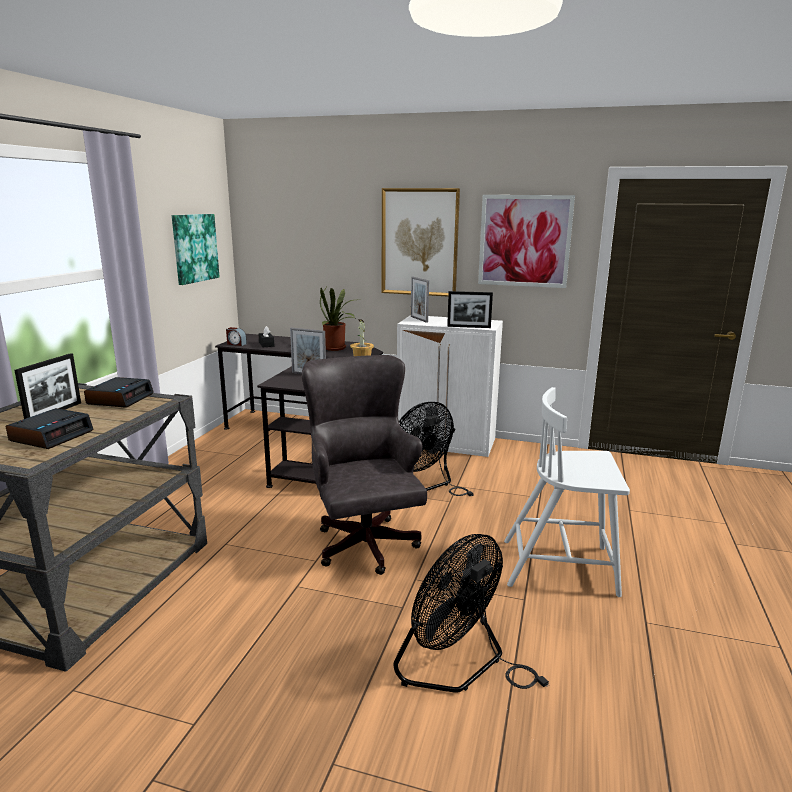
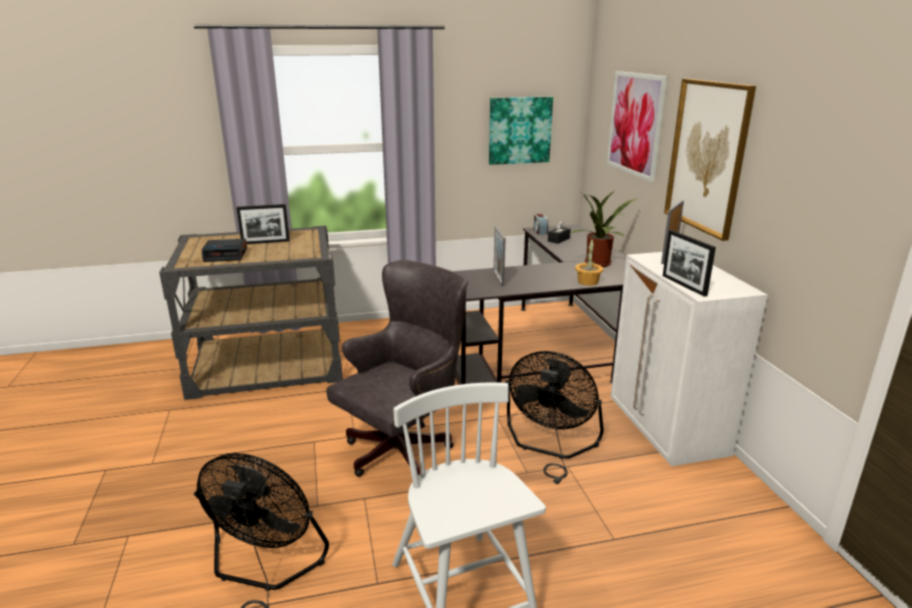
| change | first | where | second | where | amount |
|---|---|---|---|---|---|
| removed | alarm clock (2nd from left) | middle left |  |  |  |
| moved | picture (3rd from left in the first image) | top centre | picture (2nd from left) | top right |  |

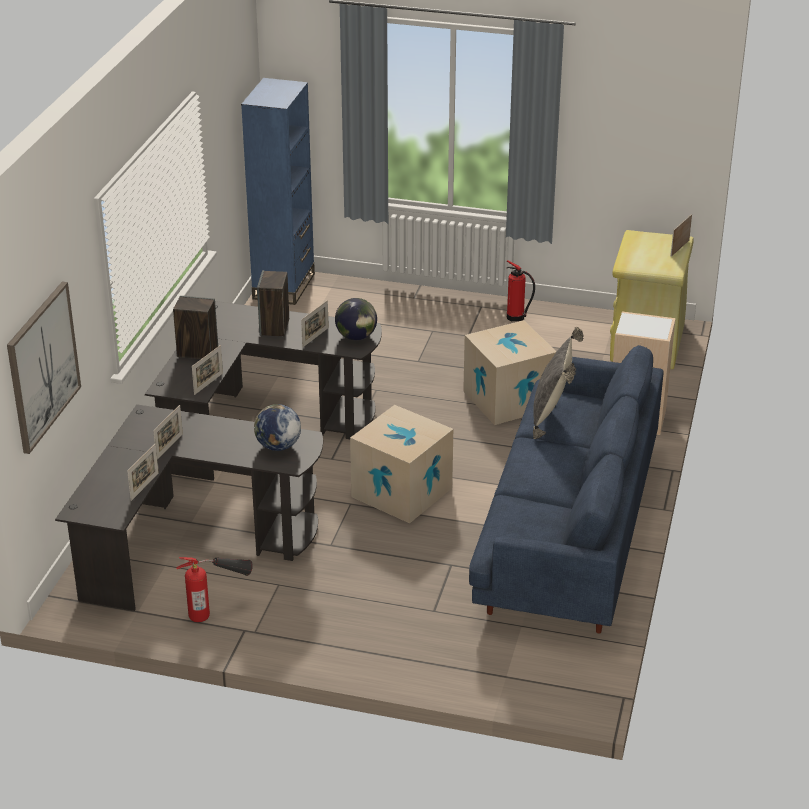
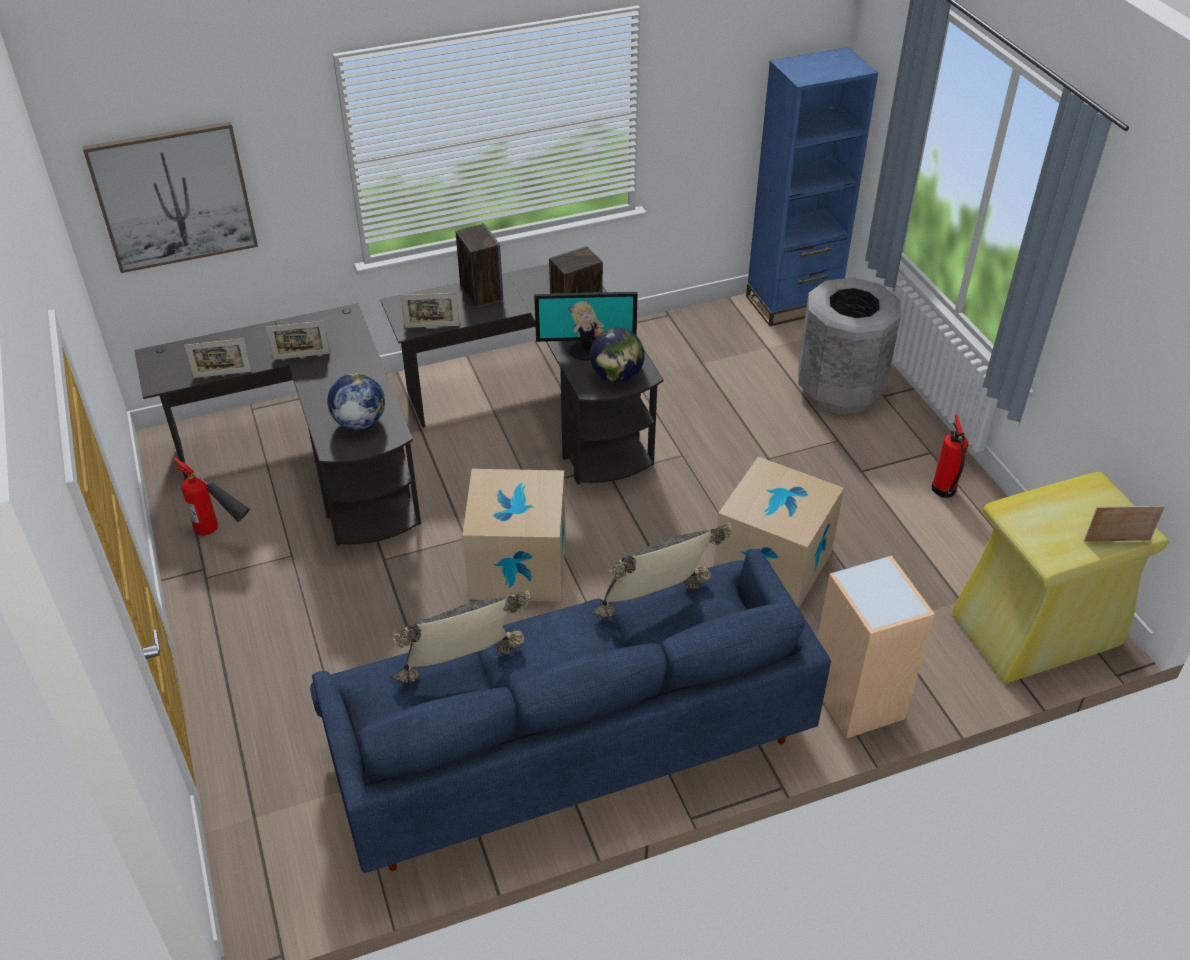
| change | first | where | second | where | amount |
|---|---|---|---|---|---|
| replaced | picture frame (4th from left) | centre | monitor | centre |  |
| added |  |  | pillow (1st from left) | centre |  |
| added |  |  | grey trash can | middle right |  |

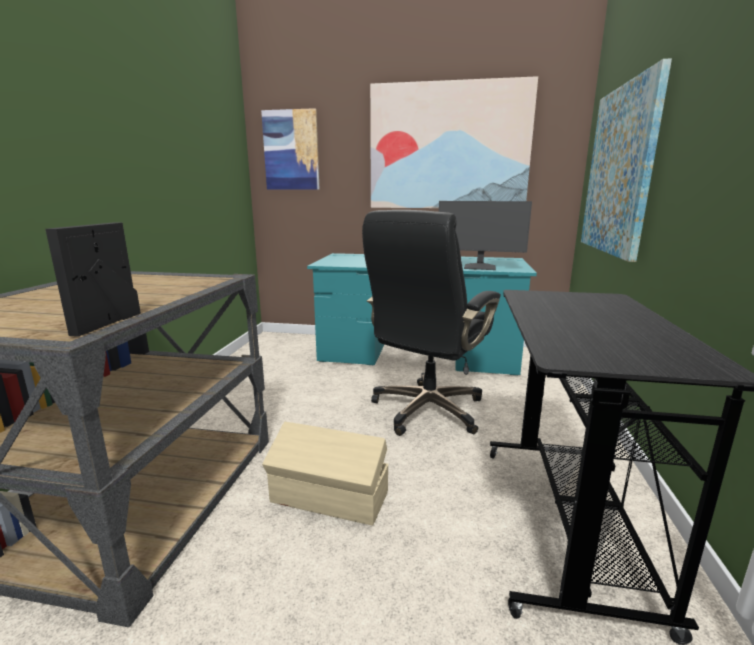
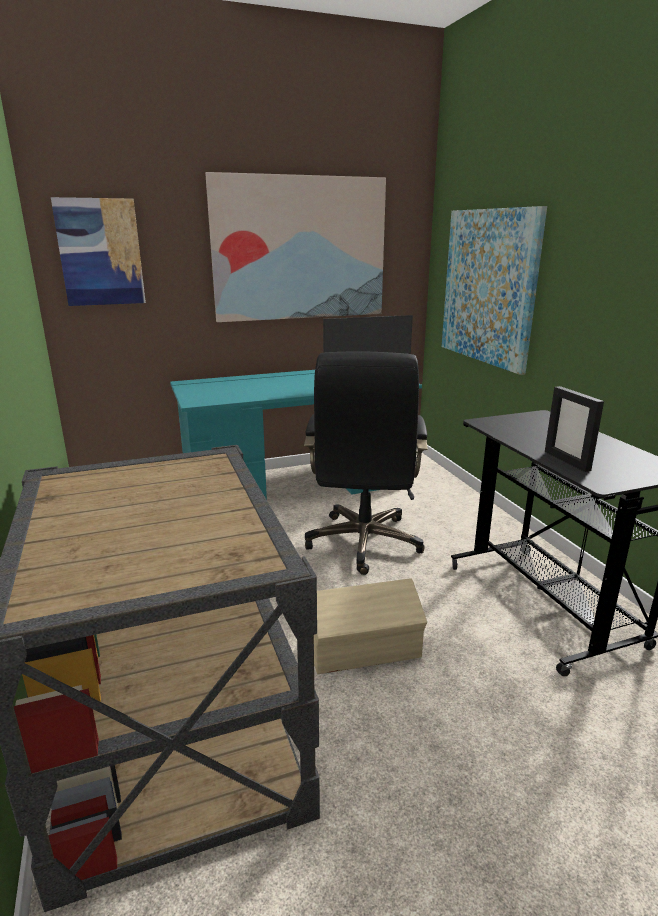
| change | first | where | second | where | amount |
|---|---|---|---|---|---|
| moved | picture frame | middle left |  | middle right |  |

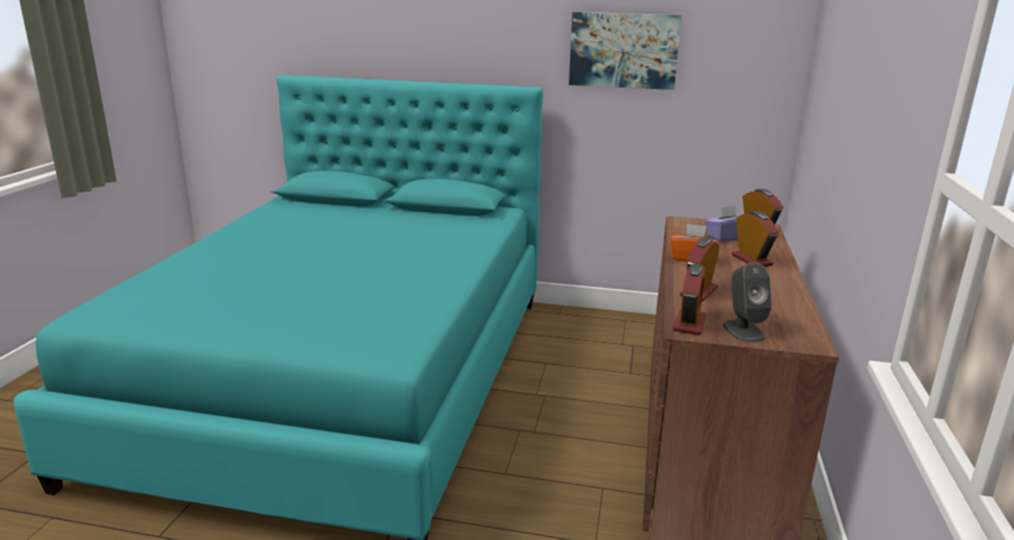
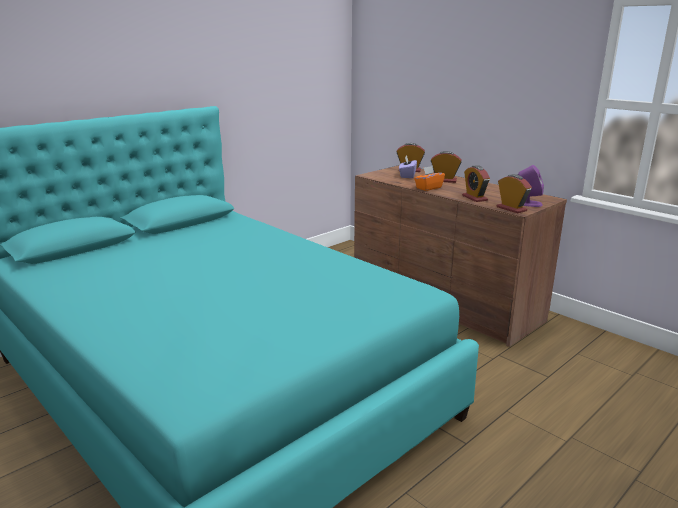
| change | first | where | second | where | amount |
|---|---|---|---|---|---|
| removed | picture | top centre |  |  |  |
| recoloured | grey speaker | middle right | purple speaker | middle right |  |

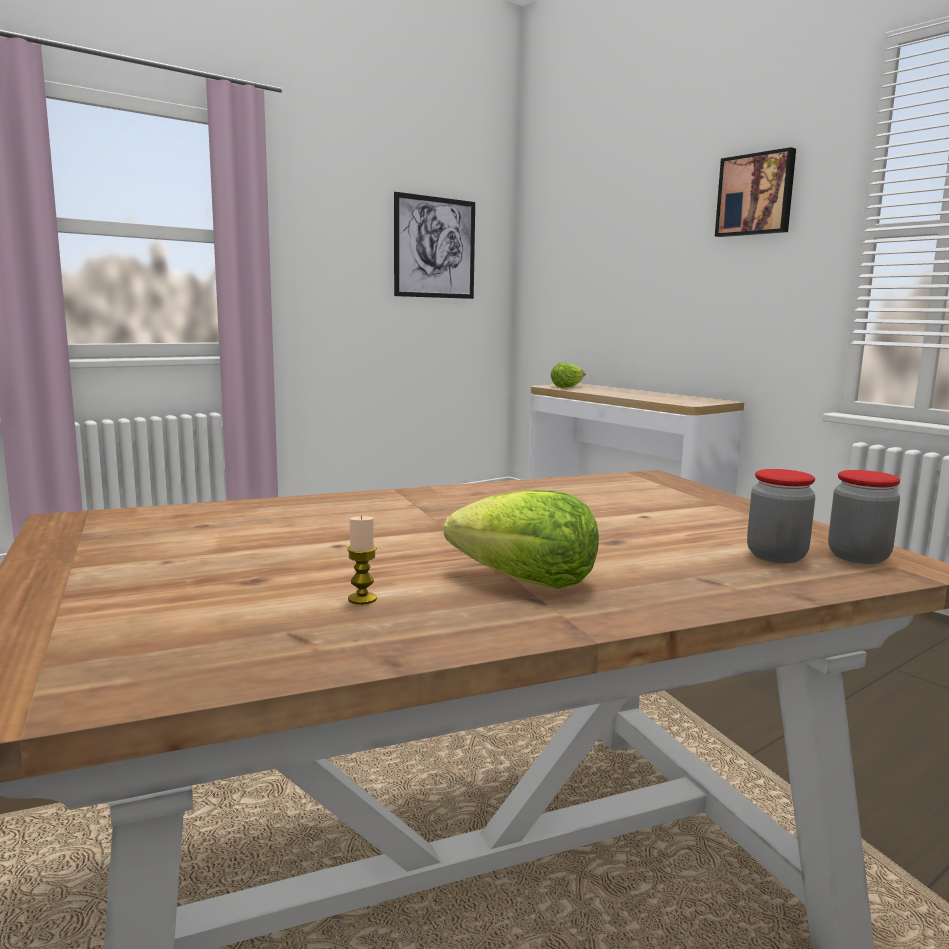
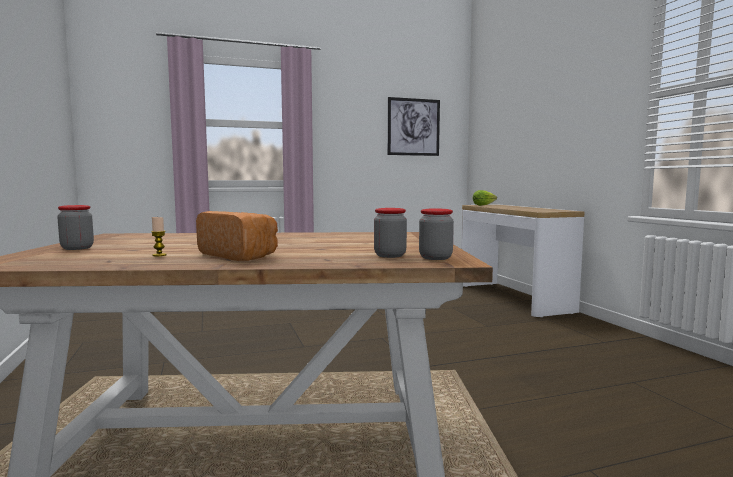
| change | first | where | second | where | amount |
|---|---|---|---|---|---|
| replaced | lettuce (1st from left) | centre | bread | middle left |  |
| removed | picture (2nd from left) | top right |  |  |  |
| added |  |  | jar (1st from left) | middle left |  |

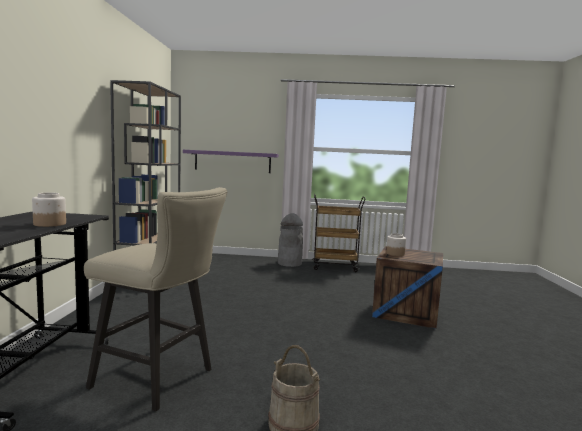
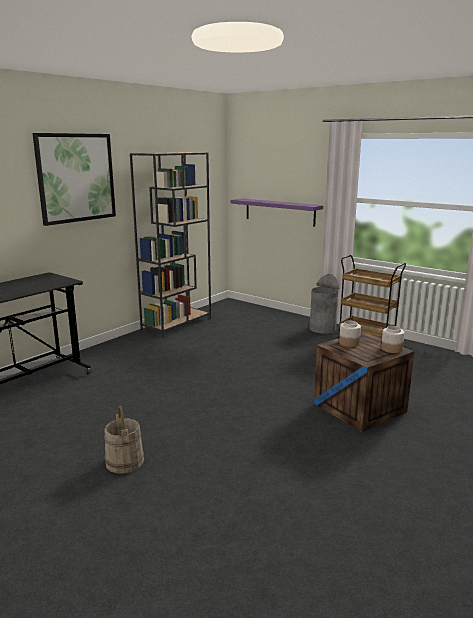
| change | first | where | second | where | amount |
|---|---|---|---|---|---|
| moved | jar (1st from left in the first image) | middle left | jar (2nd from left) | middle right |  |
| removed | beige stool | bottom left |  |  |  |
| added |  |  | picture | top left |  |

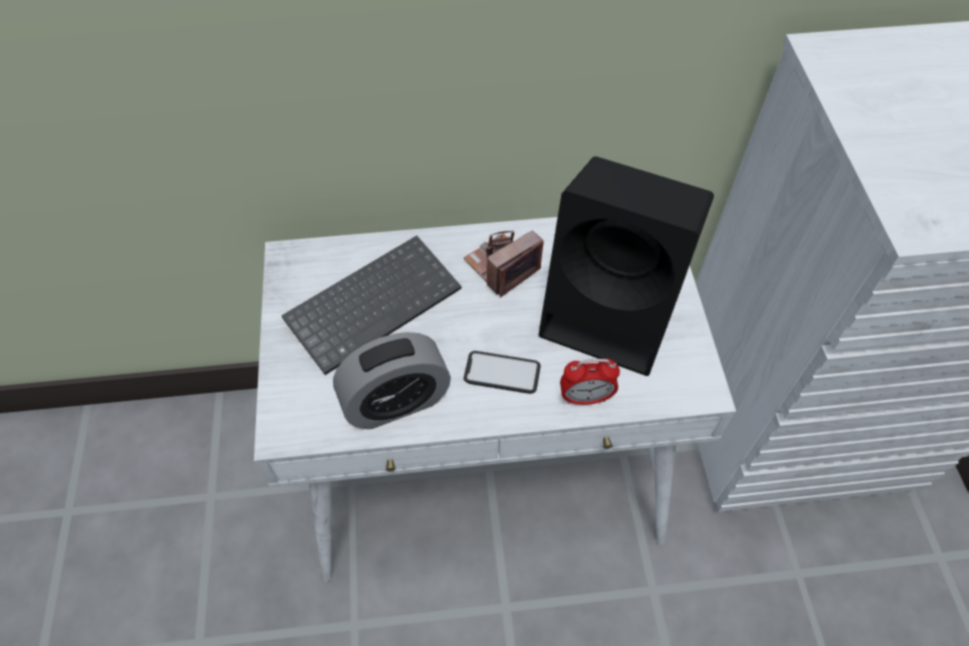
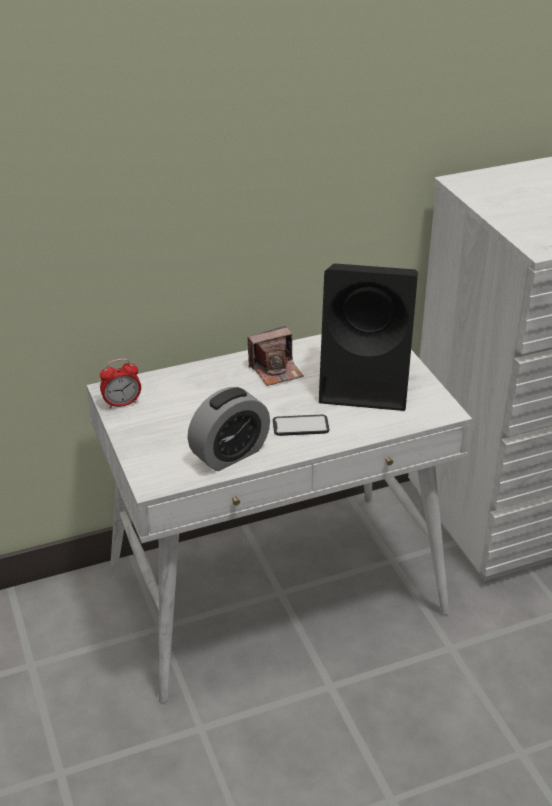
| change | first | where | second | where | amount |
|---|---|---|---|---|---|
| removed | keyboard | centre |  |  |  |
| turned | photo camera | centre |  | centre | 150 degrees counterclockwise |
| moved | alarm clock (2nd from left in the first image) | centre | alarm clock (1st from left) | middle left |  |

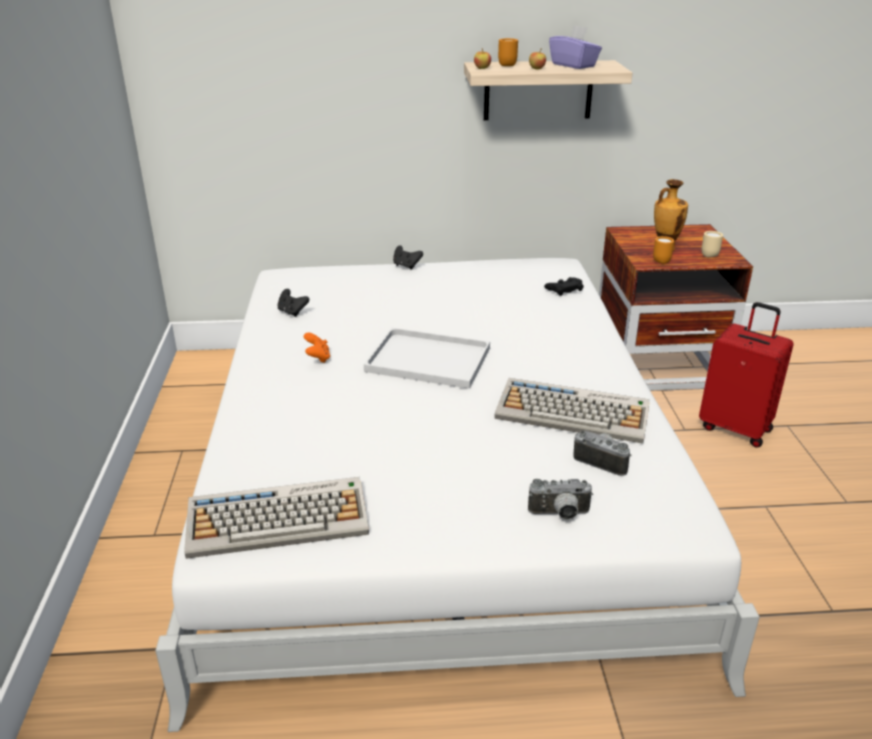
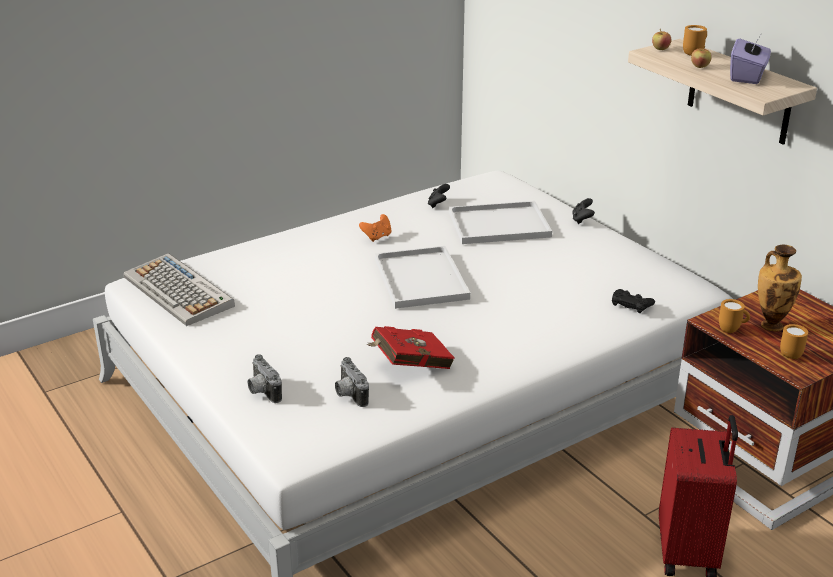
| change | first | where | second | where | amount |
|---|---|---|---|---|---|
| replaced | keyboard (2nd from left) | centre | red book | centre |  |
| turned | photo camera (2nd from left) | middle right |  | centre | 150 degrees clockwise |
| recoloured | beige mug | top right | orange mug (3rd from left) | middle right |  |
| added |  |  | white tray (2nd from left) | centre |  |

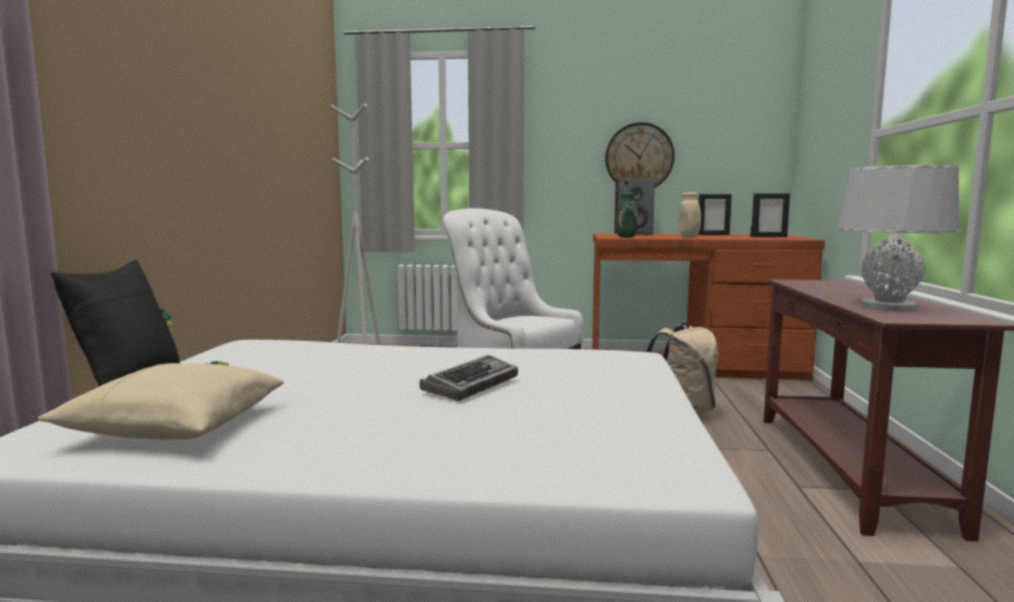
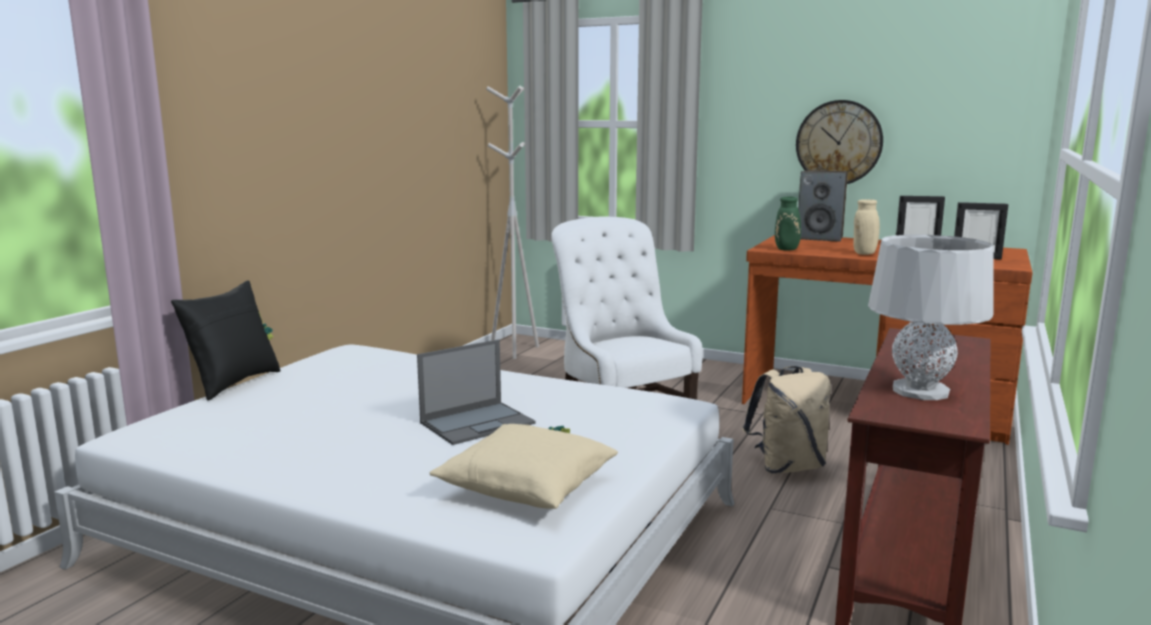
| change | first | where | second | where | amount |
|---|---|---|---|---|---|
| moved | beige pillow | middle left |  | bottom centre |  |
| replaced | keyboard | centre | laptop | centre |  |

